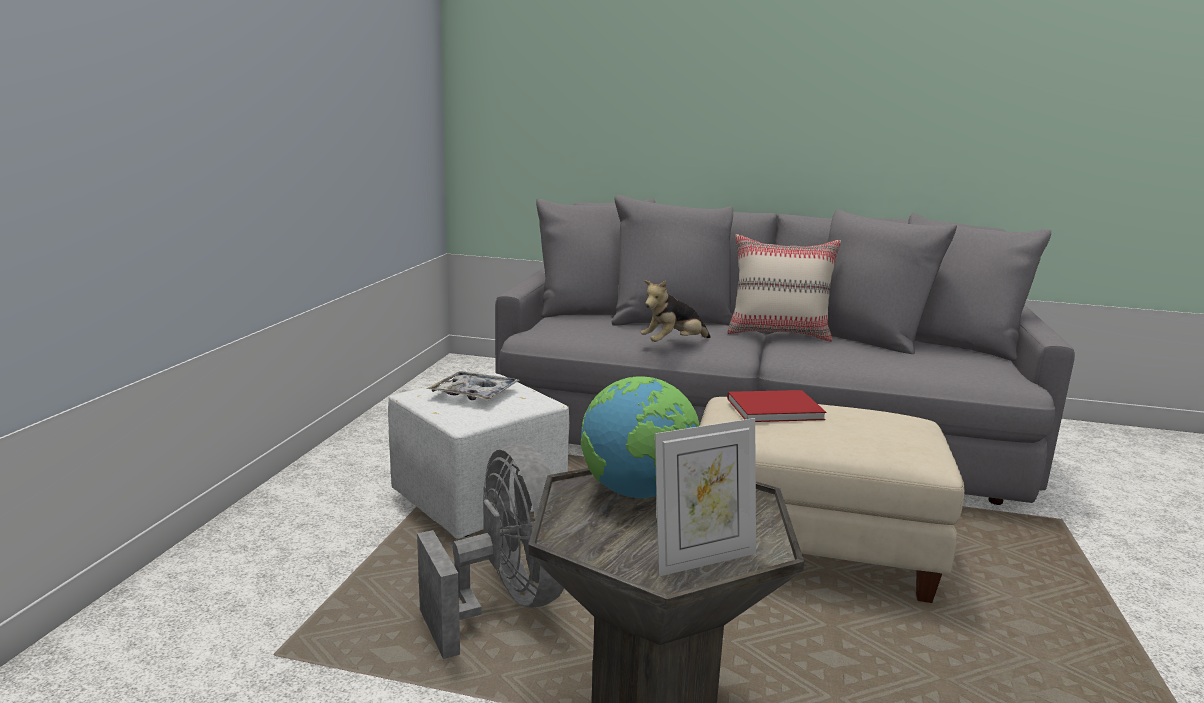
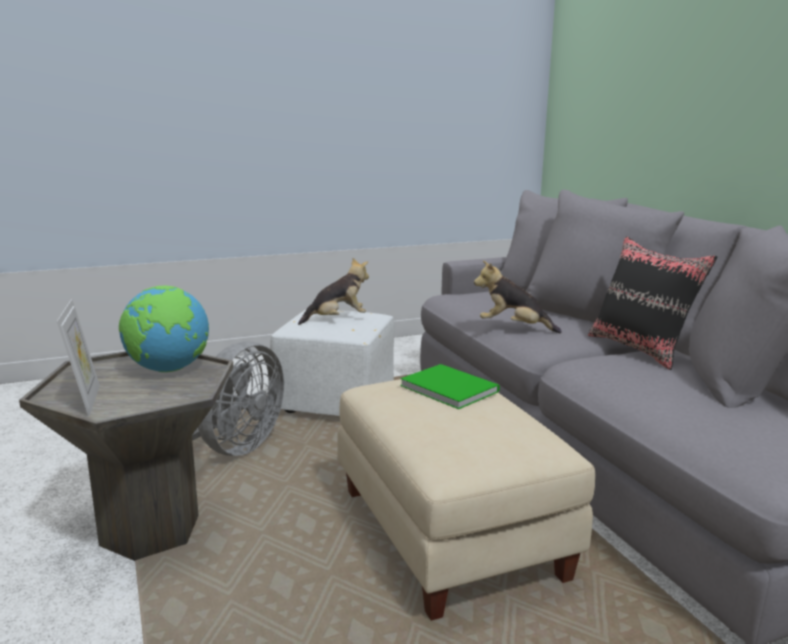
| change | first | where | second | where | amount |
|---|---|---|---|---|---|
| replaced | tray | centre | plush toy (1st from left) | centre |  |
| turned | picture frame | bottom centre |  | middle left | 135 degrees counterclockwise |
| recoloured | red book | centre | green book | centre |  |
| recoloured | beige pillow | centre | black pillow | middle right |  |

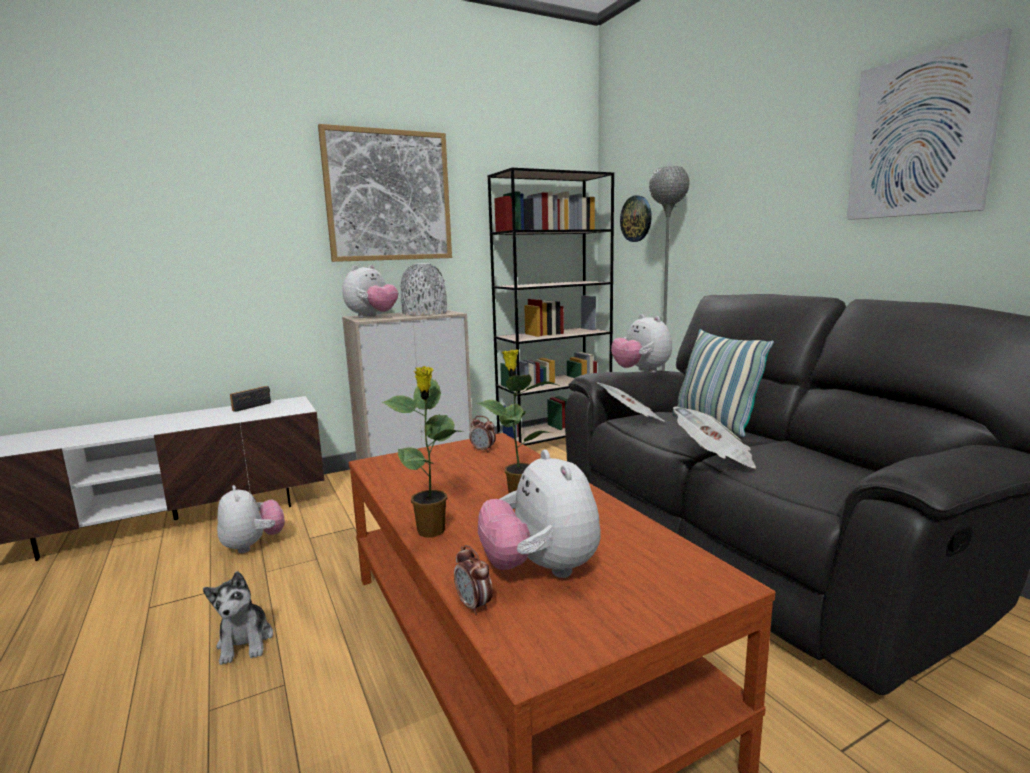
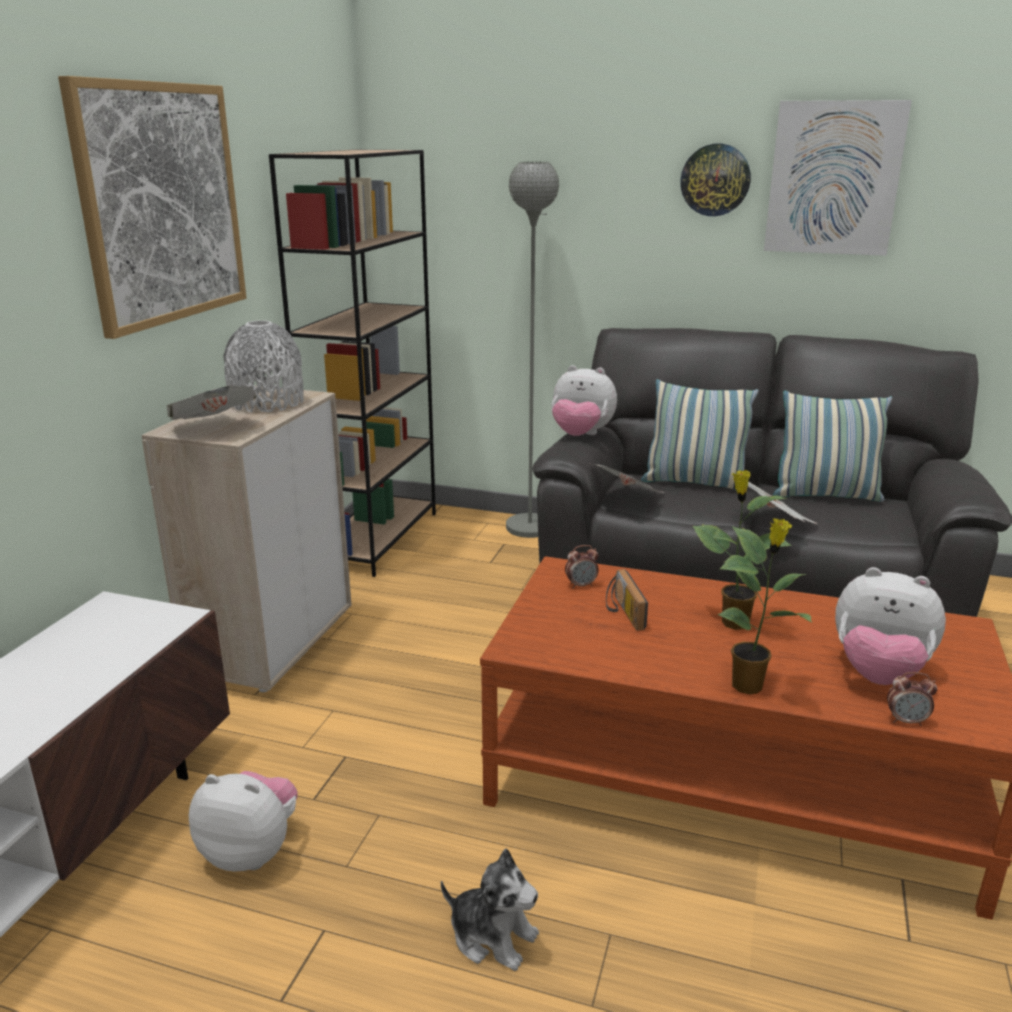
| change | first | where | second | where | amount |
|---|---|---|---|---|---|
| moved | radio | middle left |  | centre |  |
| replaced | plush toy (3rd from left) | centre | newspaper (1st from left) | middle left |  |
| moved | wall clock | top centre |  | top right |  |
| added |  |  | pillow (2nd from left) | middle right |  |

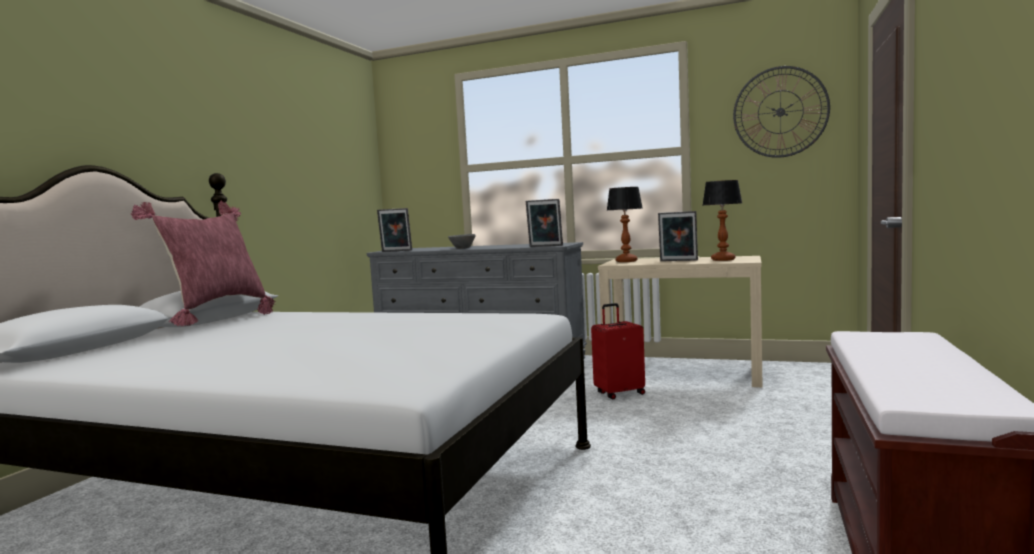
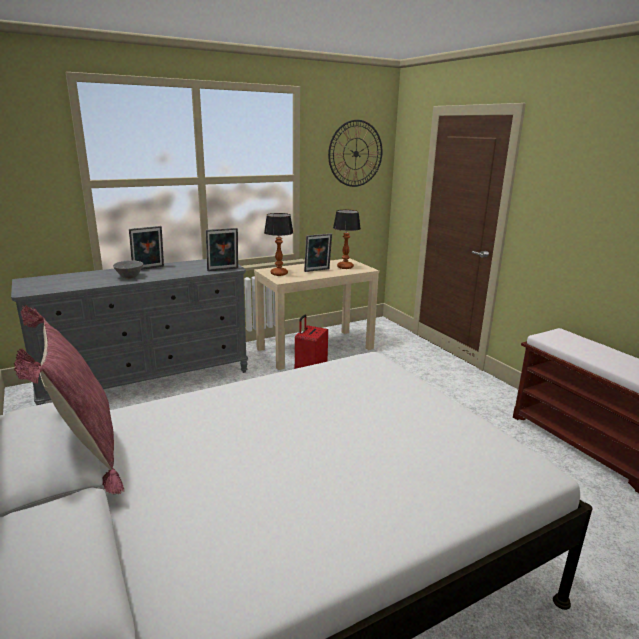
| change | first | where | second | where | amount |
|---|---|---|---|---|---|
| moved | picture frame (1st from left) | centre |  | middle left |  |

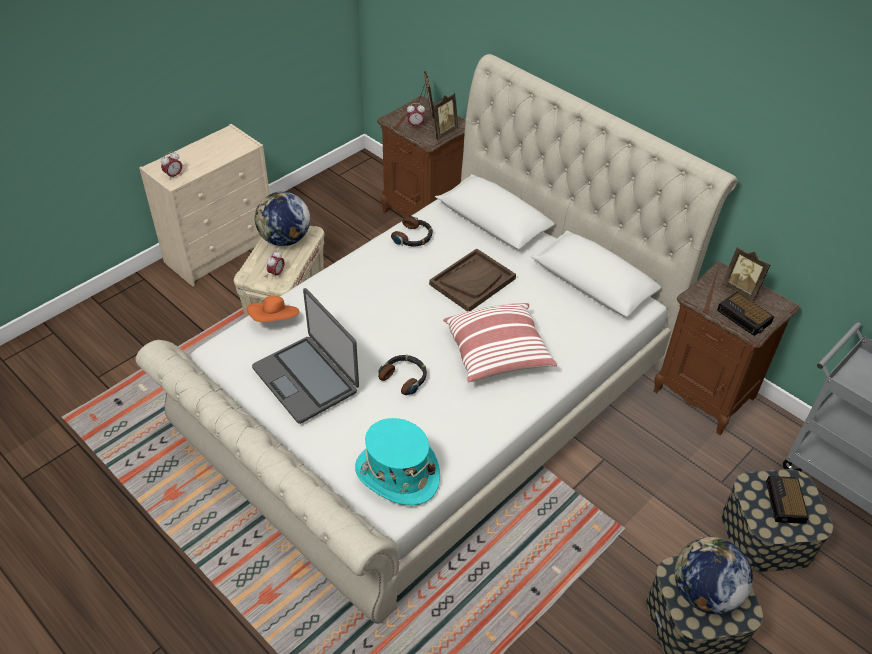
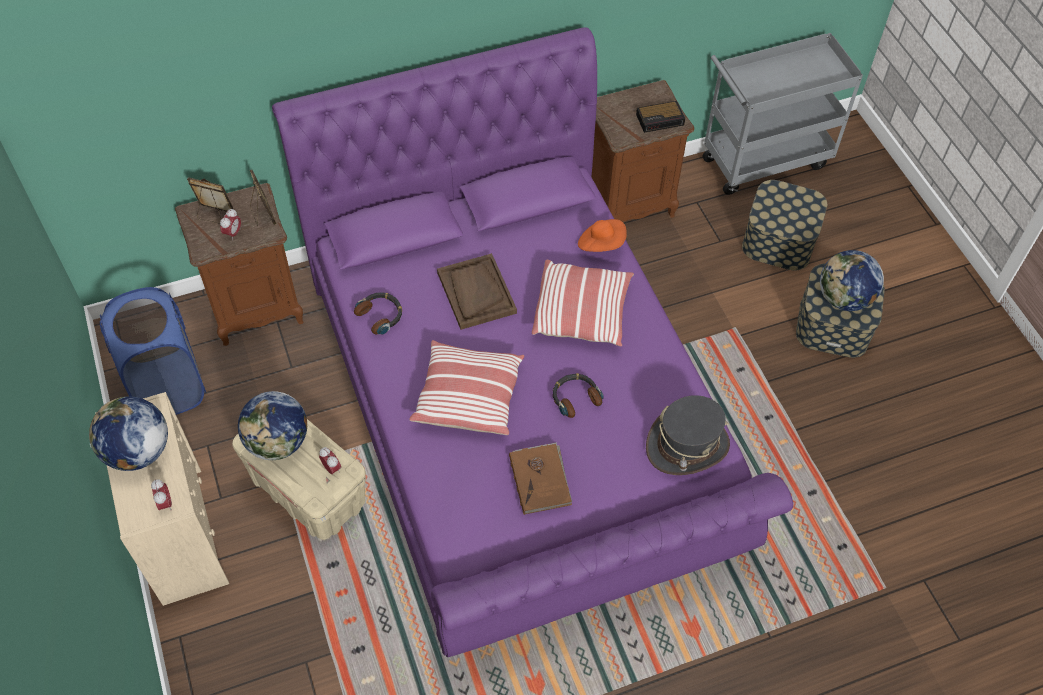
| change | first | where | second | where | amount |
|---|---|---|---|---|---|
| recoloured | beige bed | centre | purple bed | centre |  |
| moved | orange hat | middle left |  | centre |  |
| replaced | laptop | centre | brown book | bottom centre |  |
| recoloured | turquoise hat | bottom centre | grey hat | centre |  |
| removed | picture frame (3rd from left) | middle right |  |  |  |
| removed | alarm clock (5th from left) | bottom right |  |  |  |
| added |  |  | globe (1st from left) | middle left |  |
| added |  |  | blue laundry basket | middle left |  |
| added |  |  | pillow (1st from left) | centre |  |

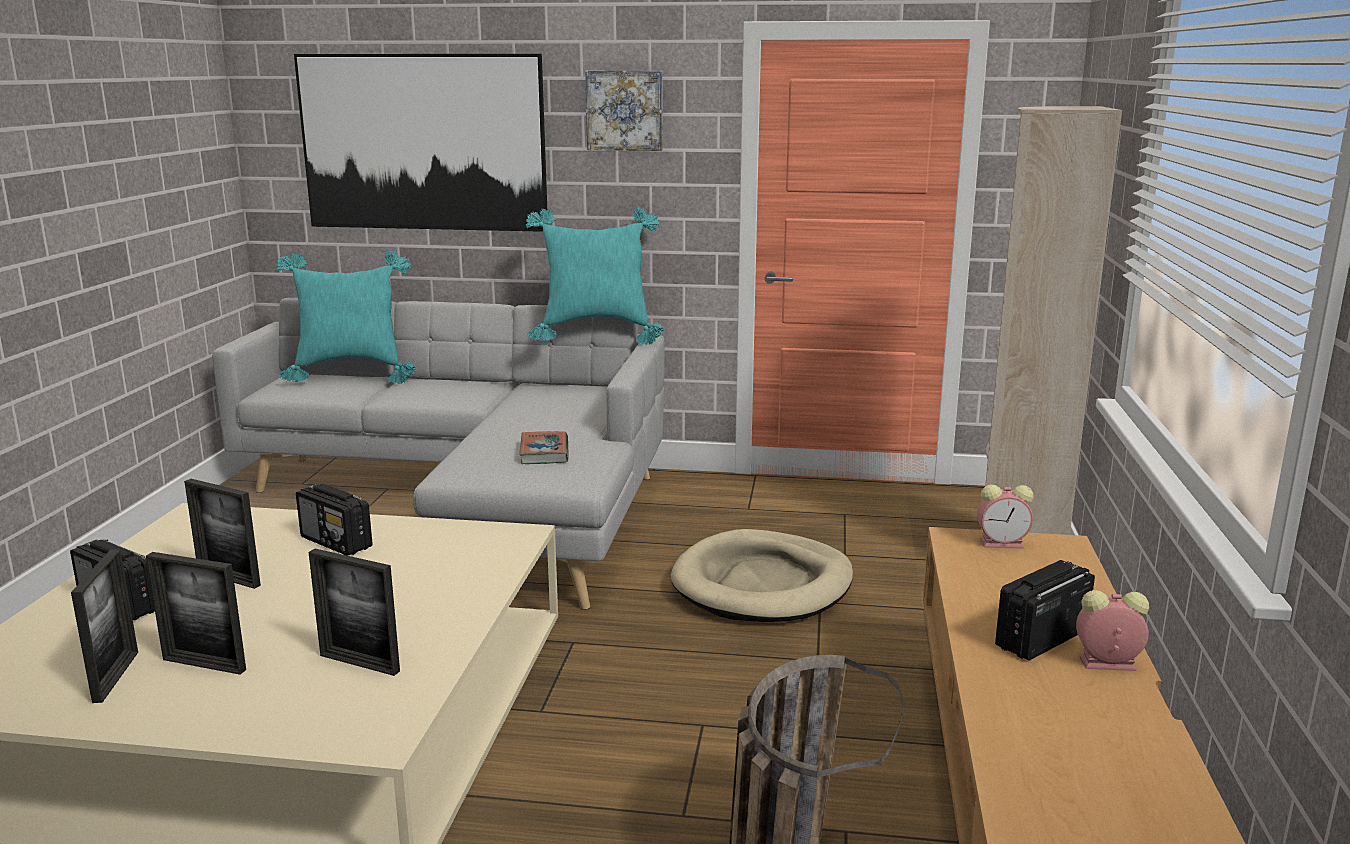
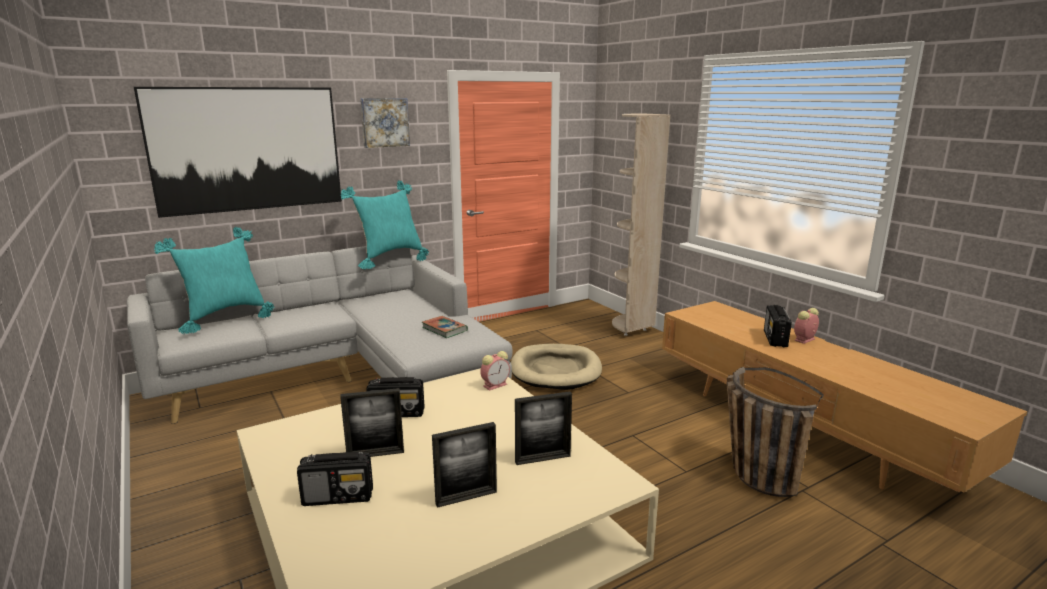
| change | first | where | second | where | amount |
|---|---|---|---|---|---|
| removed | picture frame (1st from left) | bottom left |  |  |  |
| moved | alarm clock (1st from left) | middle right |  | centre |  |

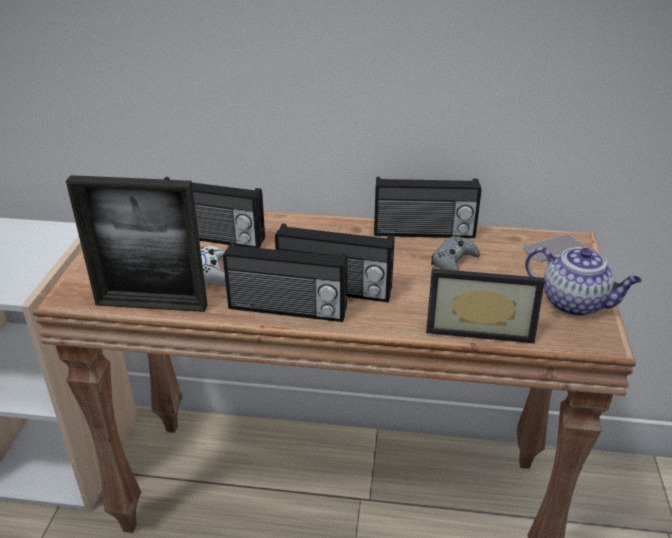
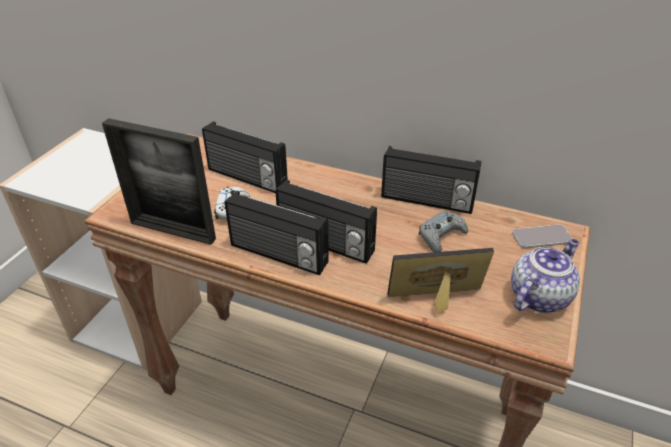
| change | first | where | second | where | amount |
|---|---|---|---|---|---|
| turned | picture frame (2nd from left) | middle right |  | centre | 150 degrees clockwise |
| turned | teapot | middle right |  | middle right | 90 degrees counterclockwise |

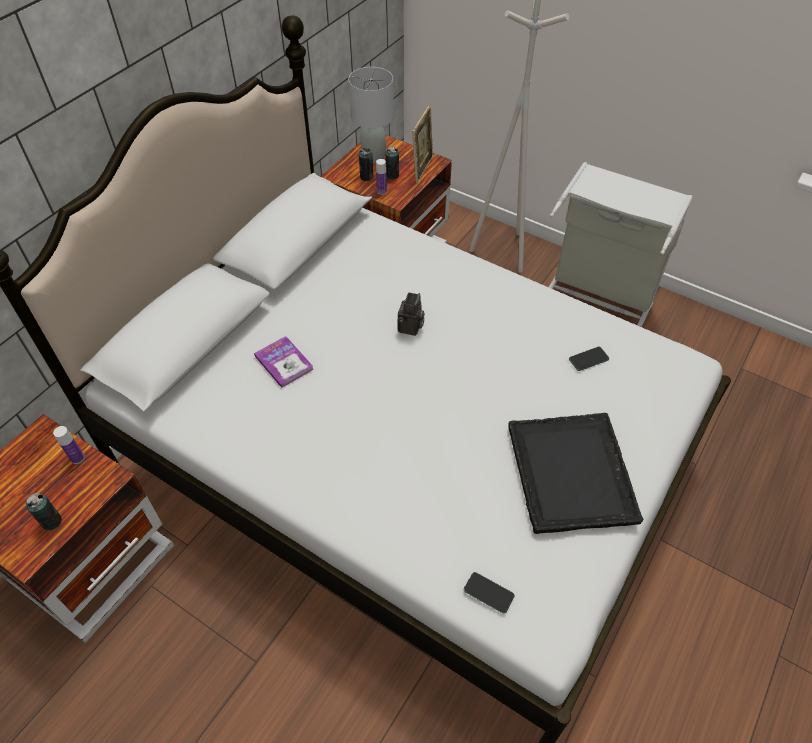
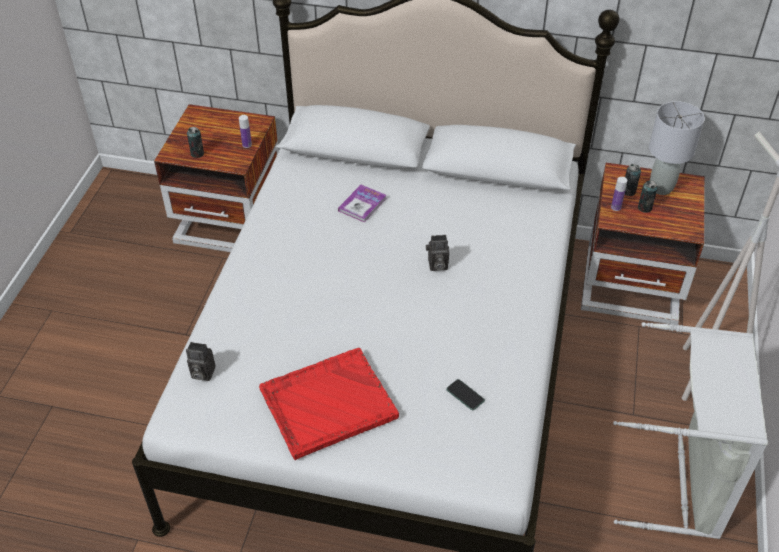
| change | first | where | second | where | amount |
|---|---|---|---|---|---|
| removed | picture frame | top centre |  |  |  |
| replaced | phone (1st from left) | bottom centre | photo camera (1st from left) | middle left |  |
| recoloured | black tray | middle right | red tray | bottom centre |  |

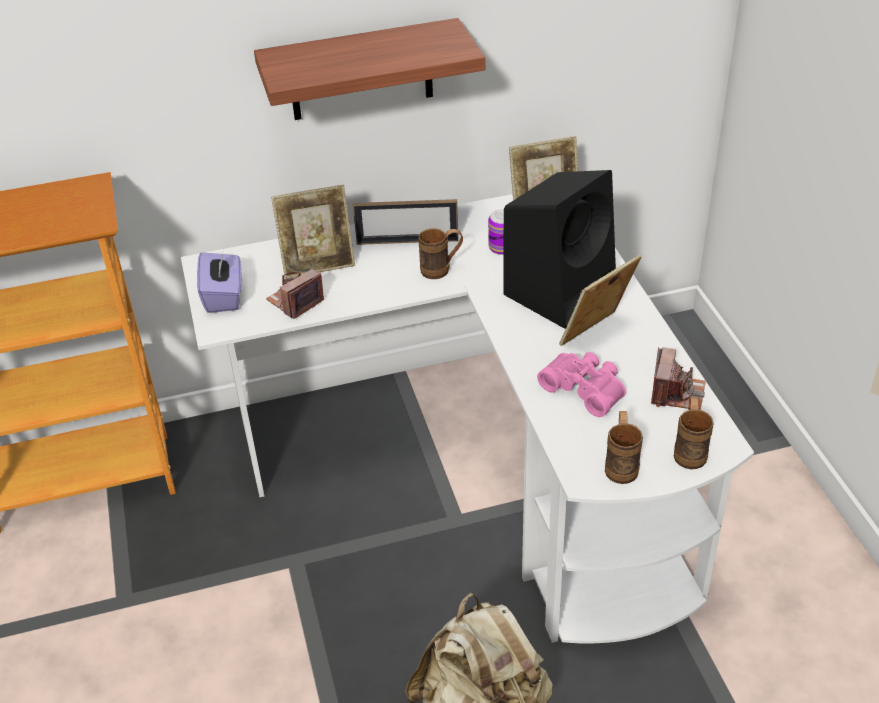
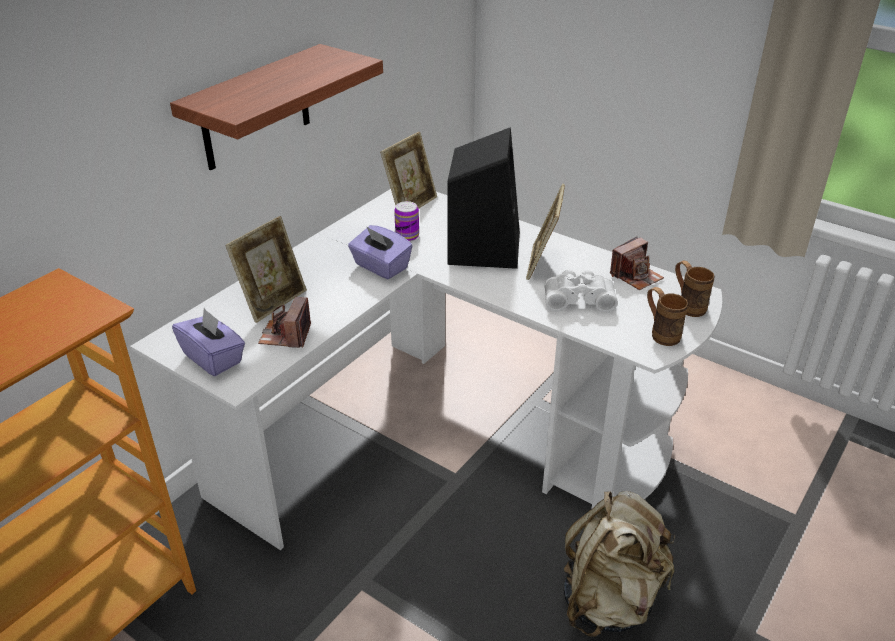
| change | first | where | second | where | amount |
|---|---|---|---|---|---|
| removed | picture frame (2nd from left) | top centre |  |  |  |
| replaced | brown mug (1st from left) | centre | purple tissue box (2nd from left) | centre |  |
| recoloured | pink binoculars | centre | white binoculars | centre |  |
| turned | photo camera (2nd from left) | middle right |  | middle right | 75 degrees clockwise |

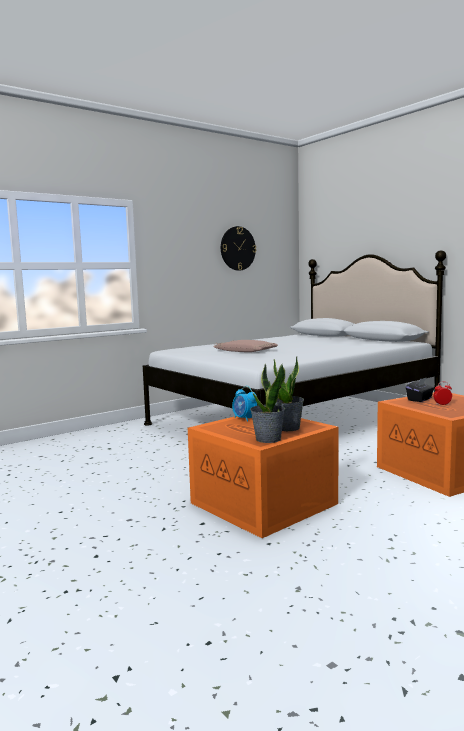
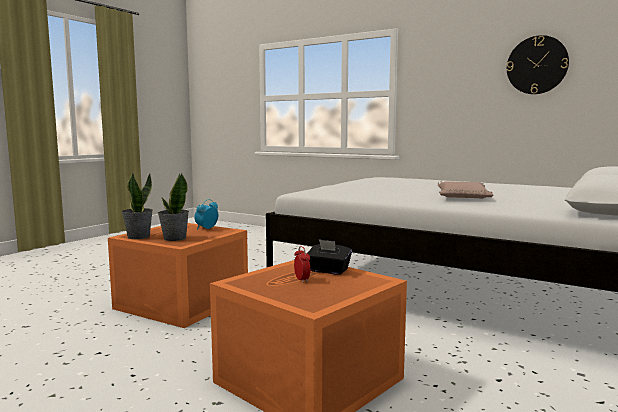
| change | first | where | second | where | amount |
|---|---|---|---|---|---|
| moved | beige pillow | centre |  | middle right |  |

